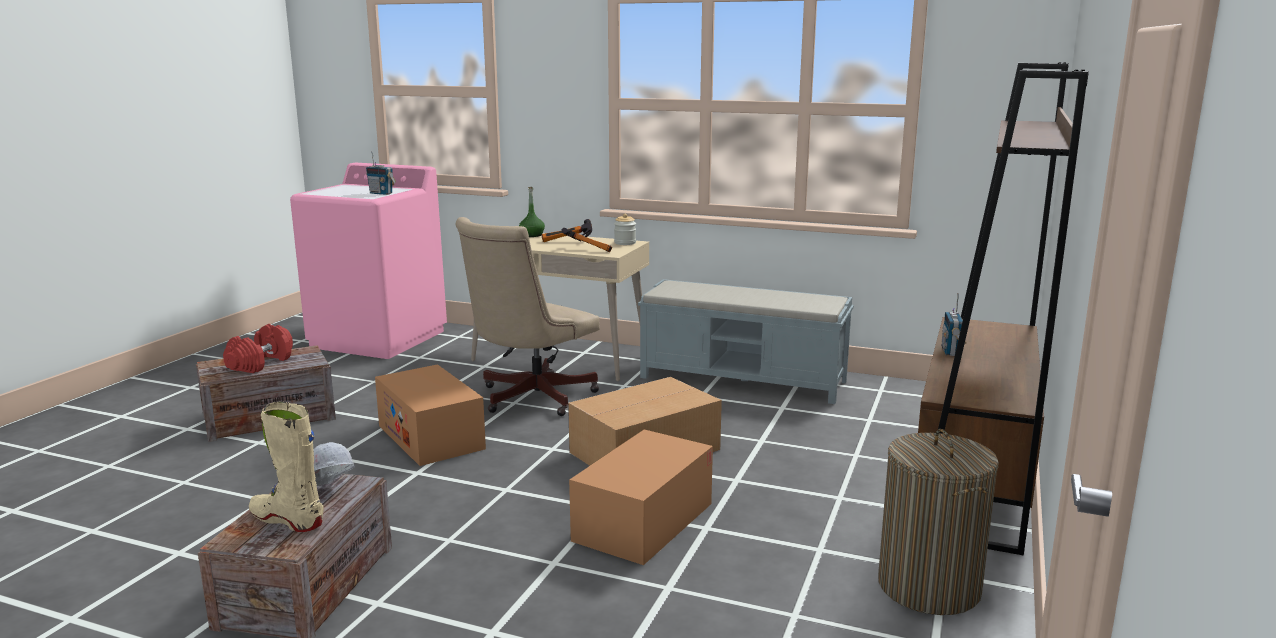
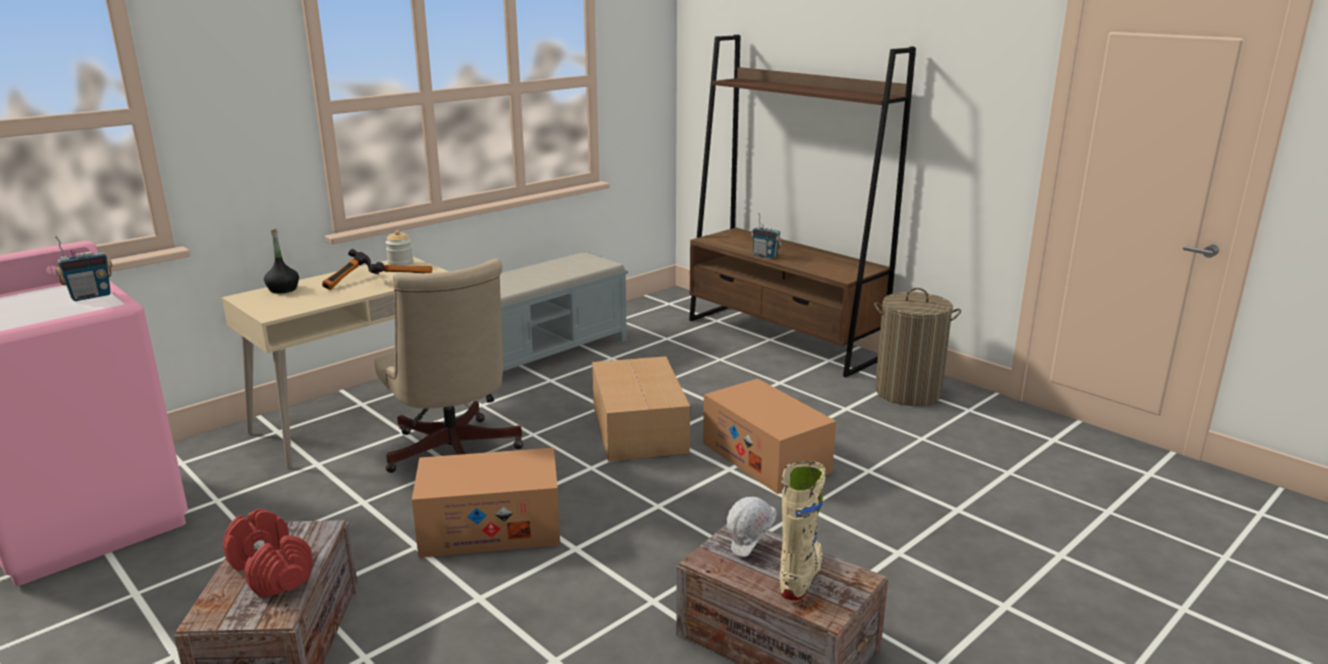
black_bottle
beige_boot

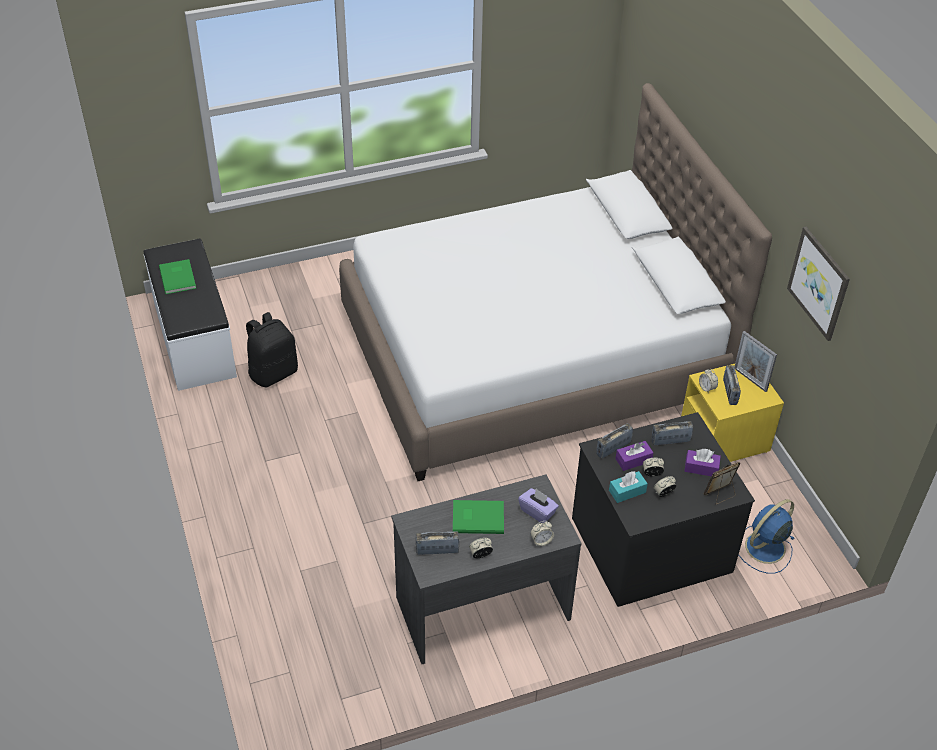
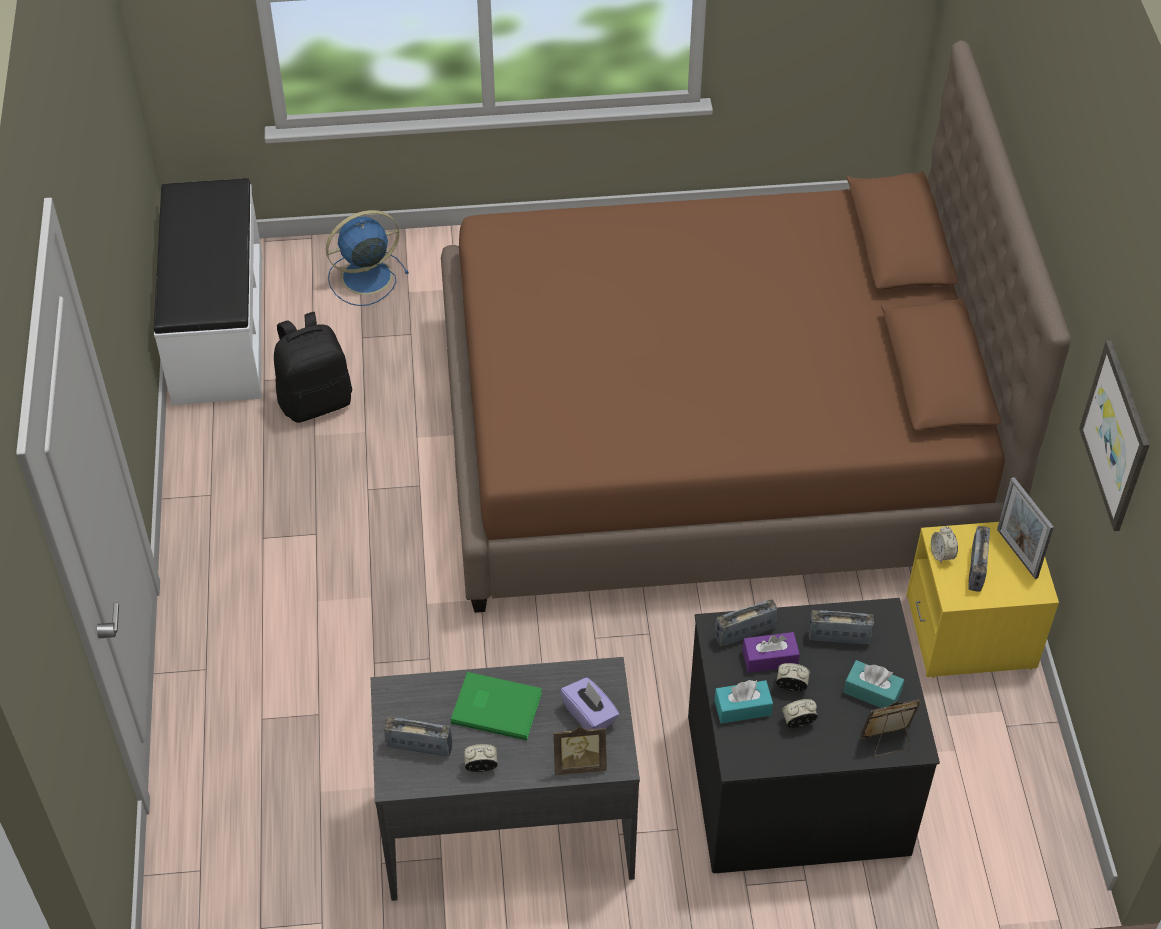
brown_bed
green_book (no. 1 from left in the first image)
turquoise_tissue_box (no. 2 from left)
blue_fan
picture_frame (no. 1 from left)

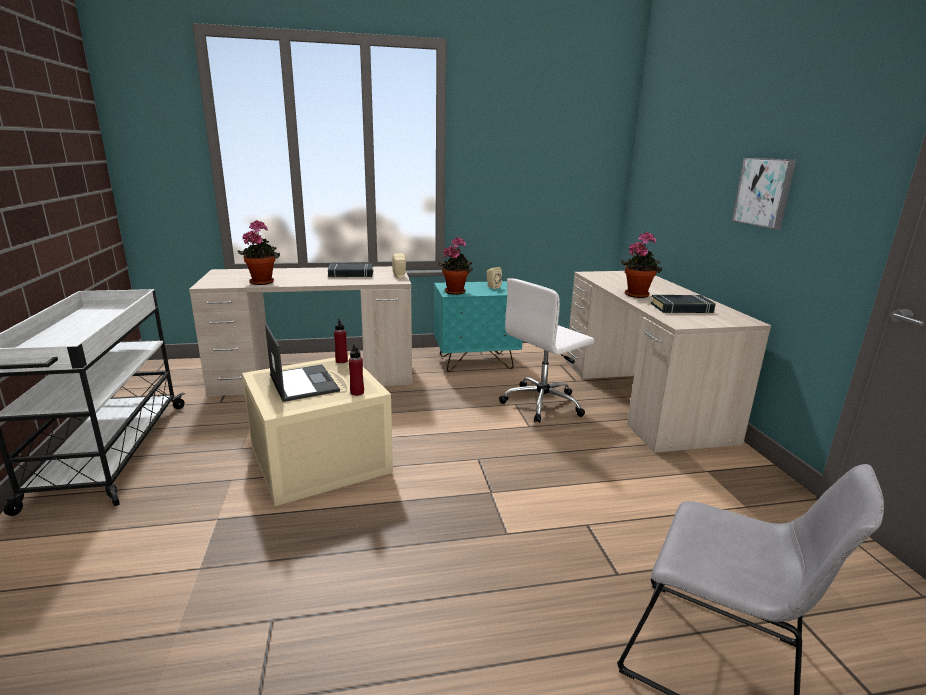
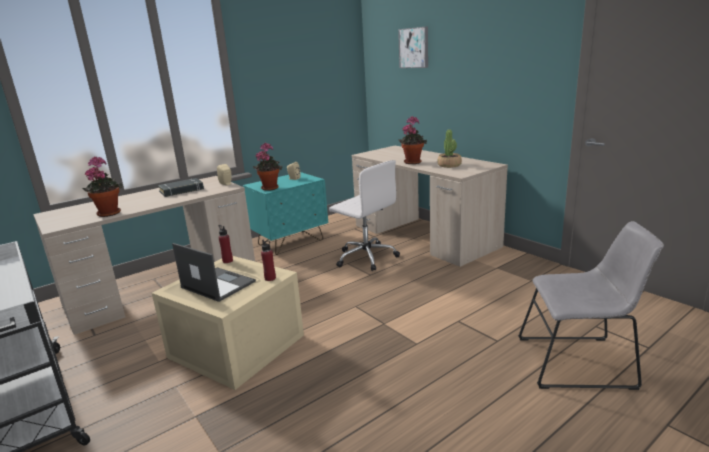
picture
white_office_chair
potted_plant (no. 4 from left)

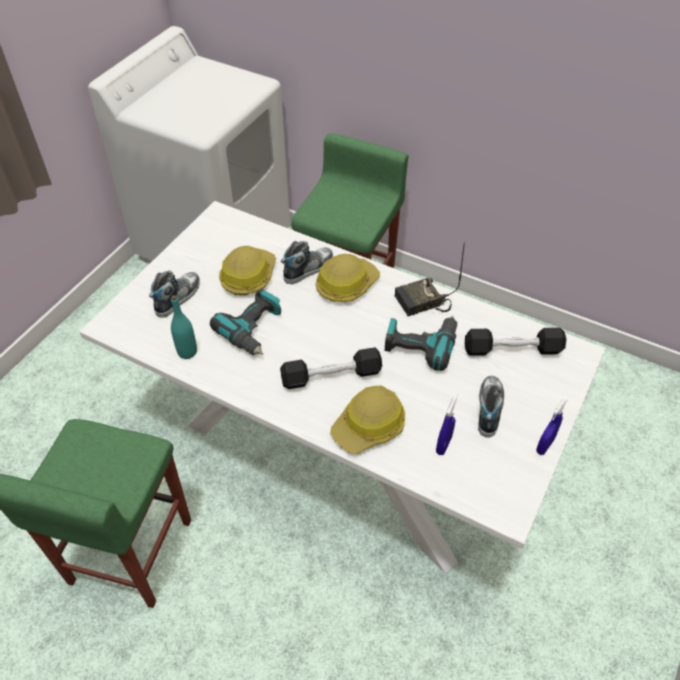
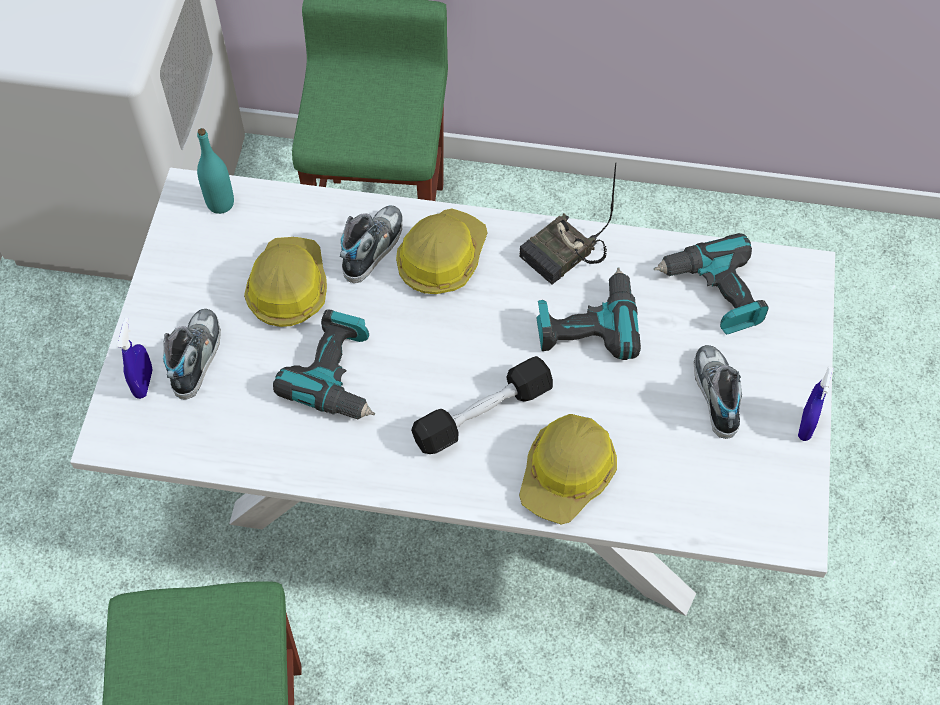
turquoise_bottle
power_drill (no. 3 from left)
blue_spray_bottle (no. 1 from left)

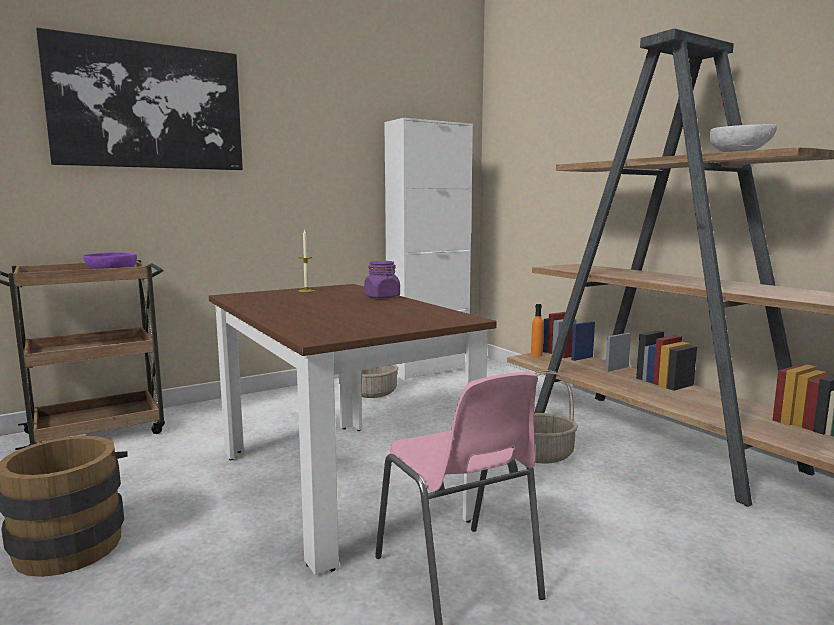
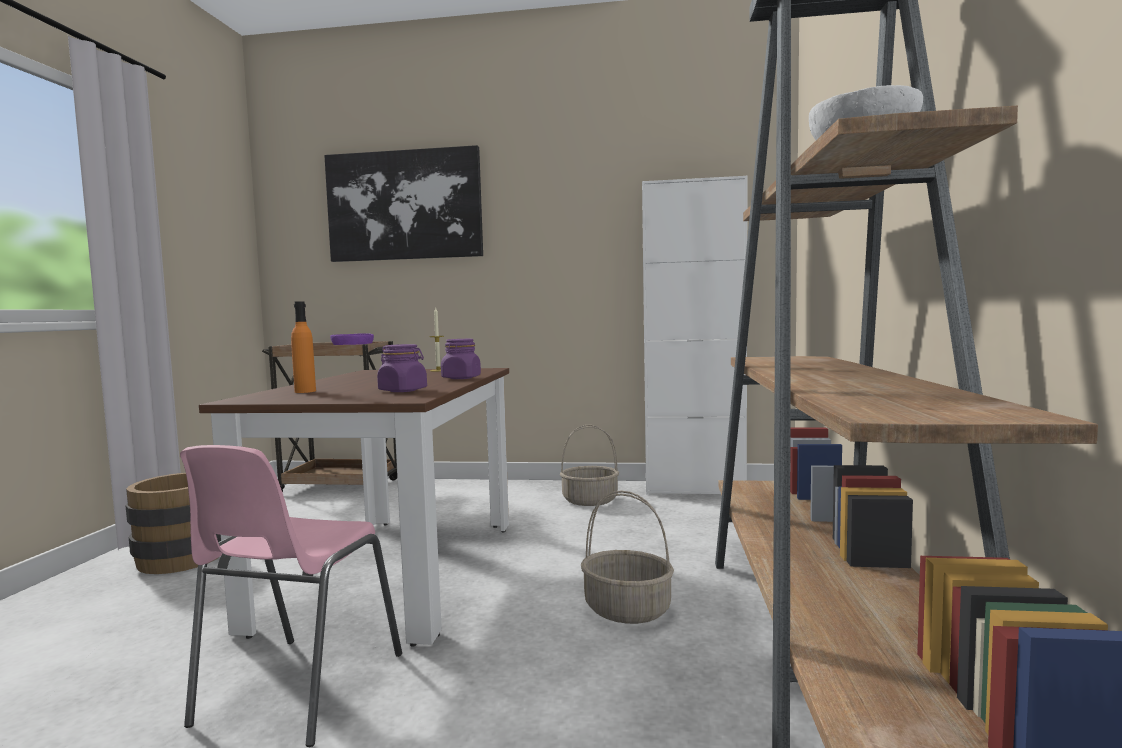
orange_bottle
purple_jar (no. 1 from left)

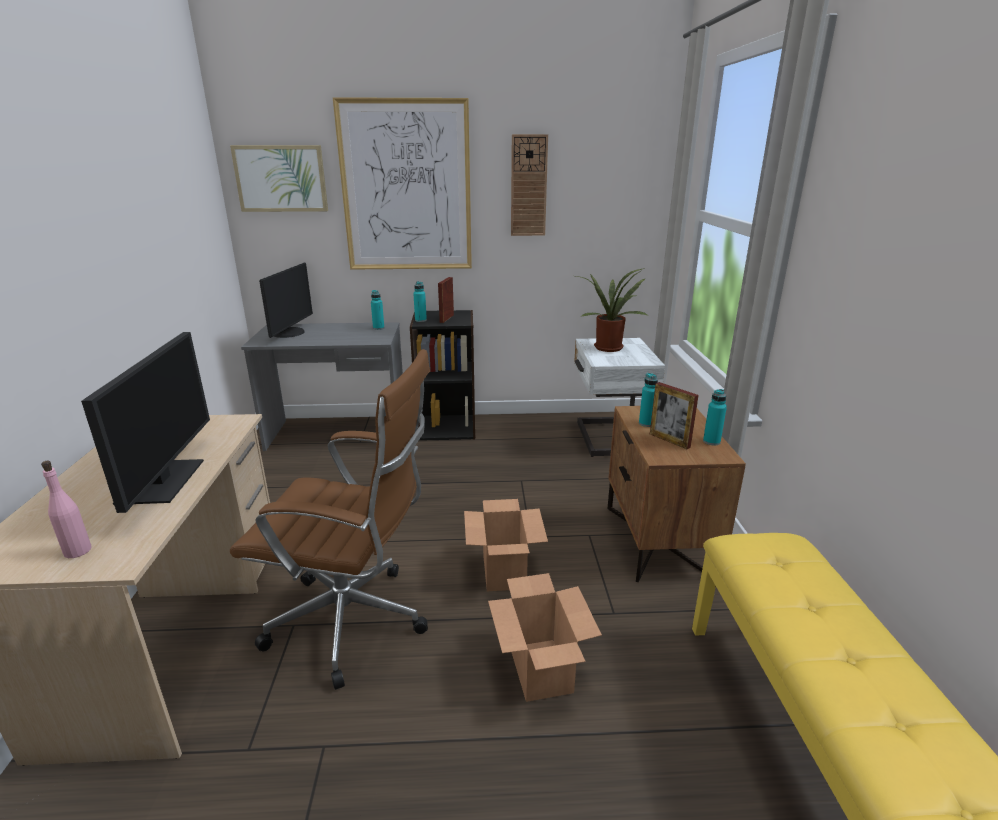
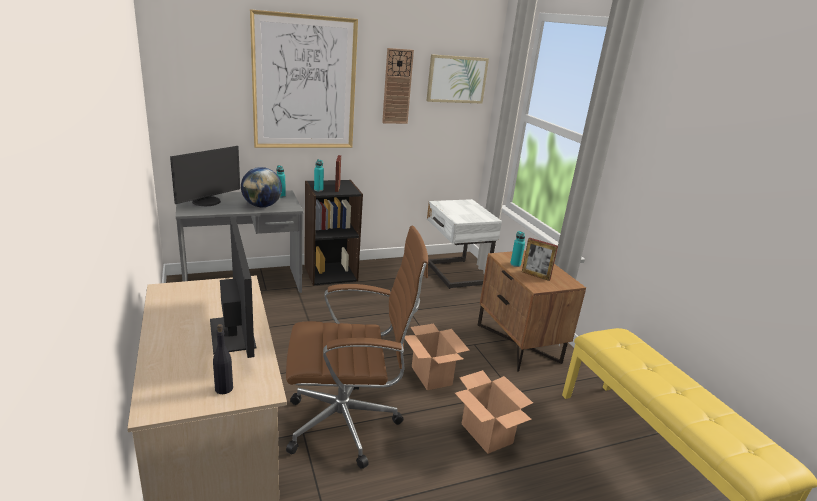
picture (no. 2 from left)
monitor (no. 1 from left)
potted_plant
turquoise_bottle (no. 4 from left in the first image)
black_bottle
globe

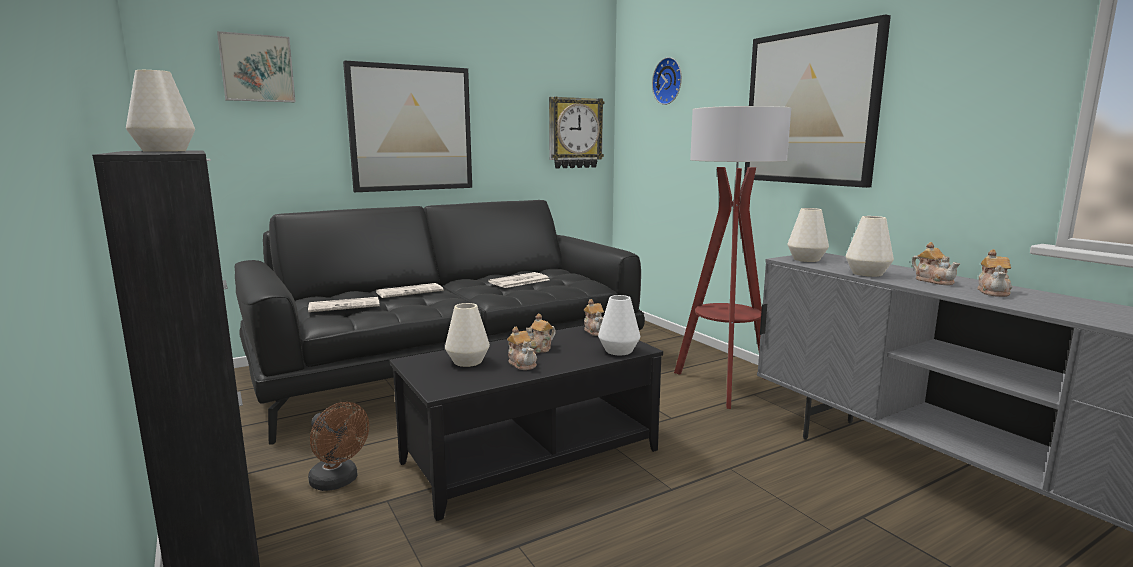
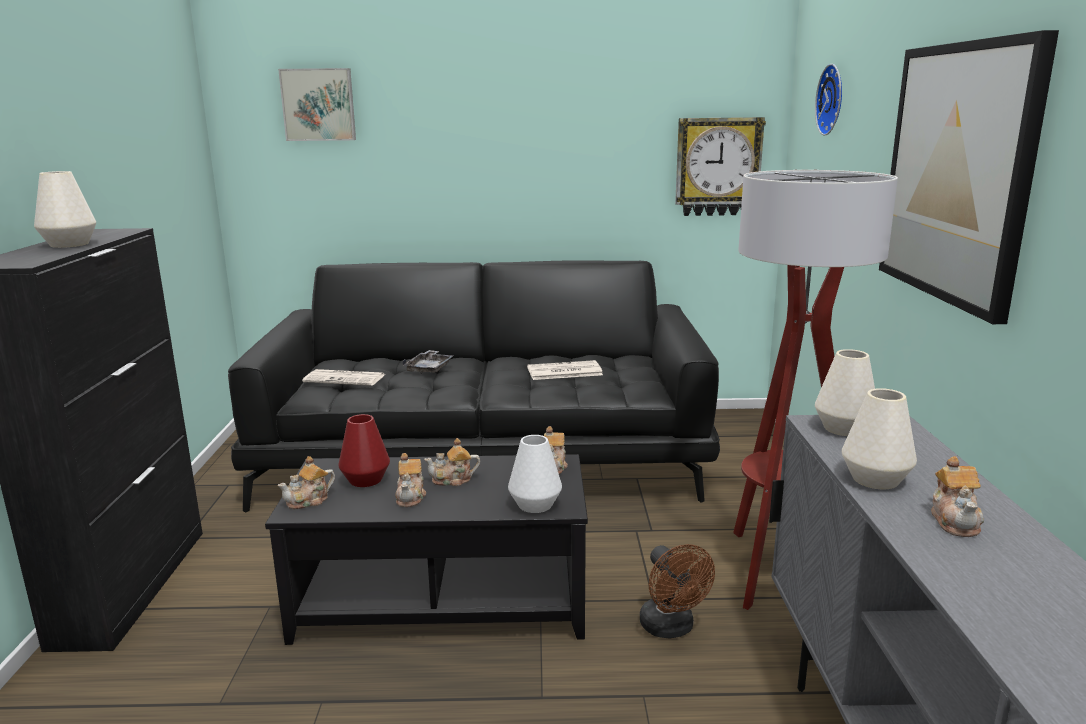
picture (no. 2 from left in the first image)
teapot (no. 1 from left)
grey_tray
red_vase
brown_fan

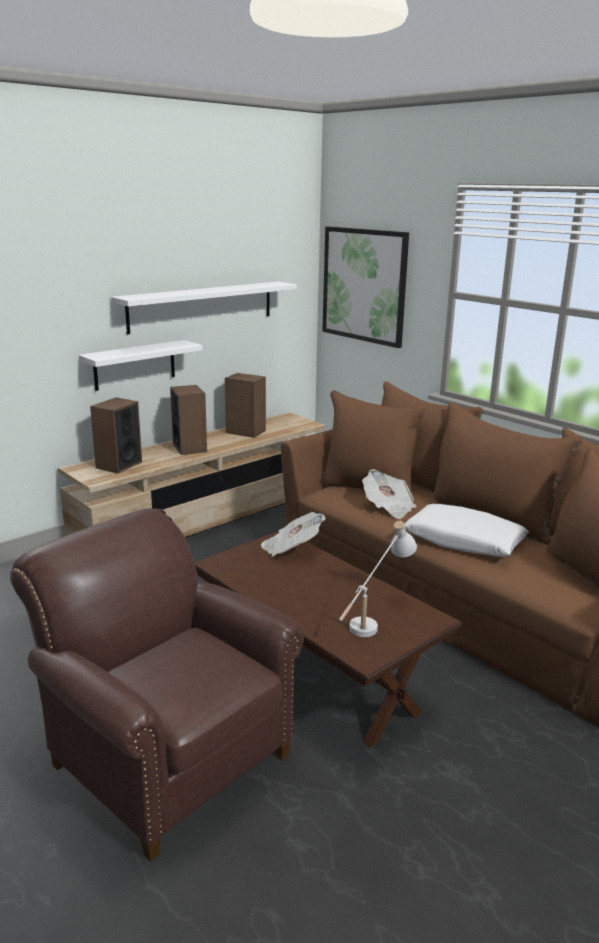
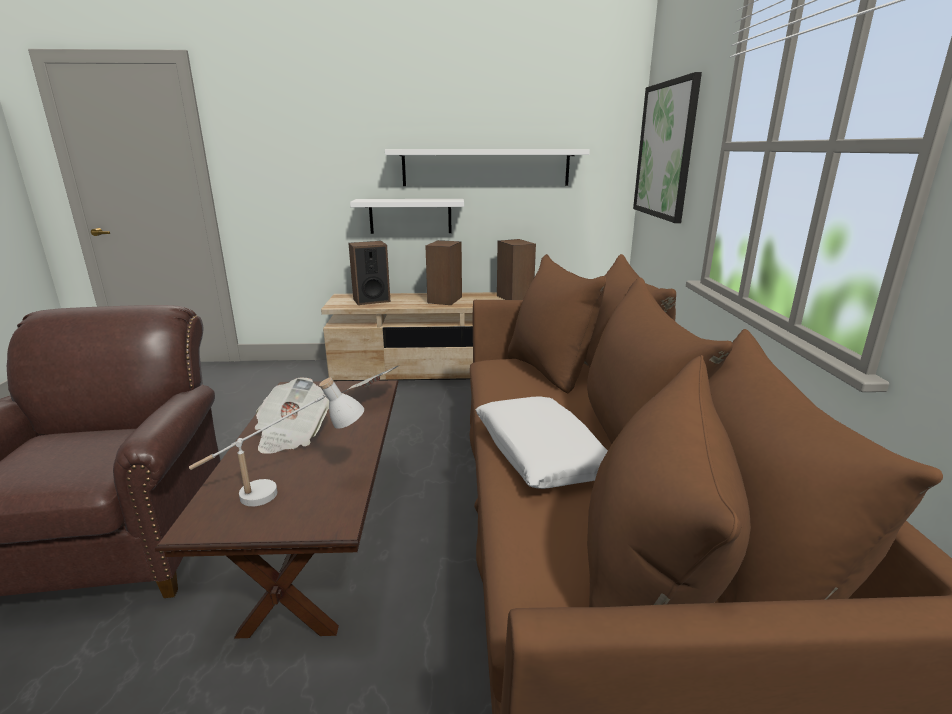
newspaper (no. 1 from left)

